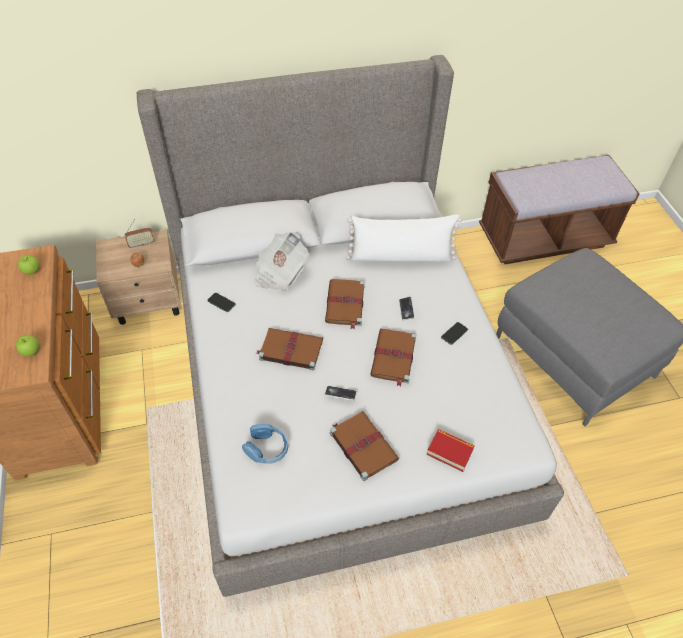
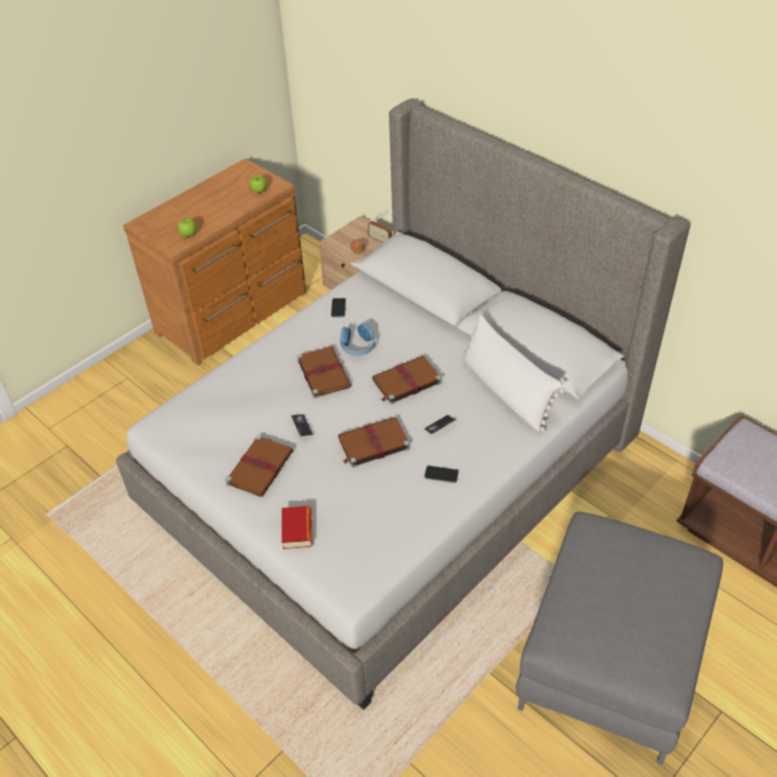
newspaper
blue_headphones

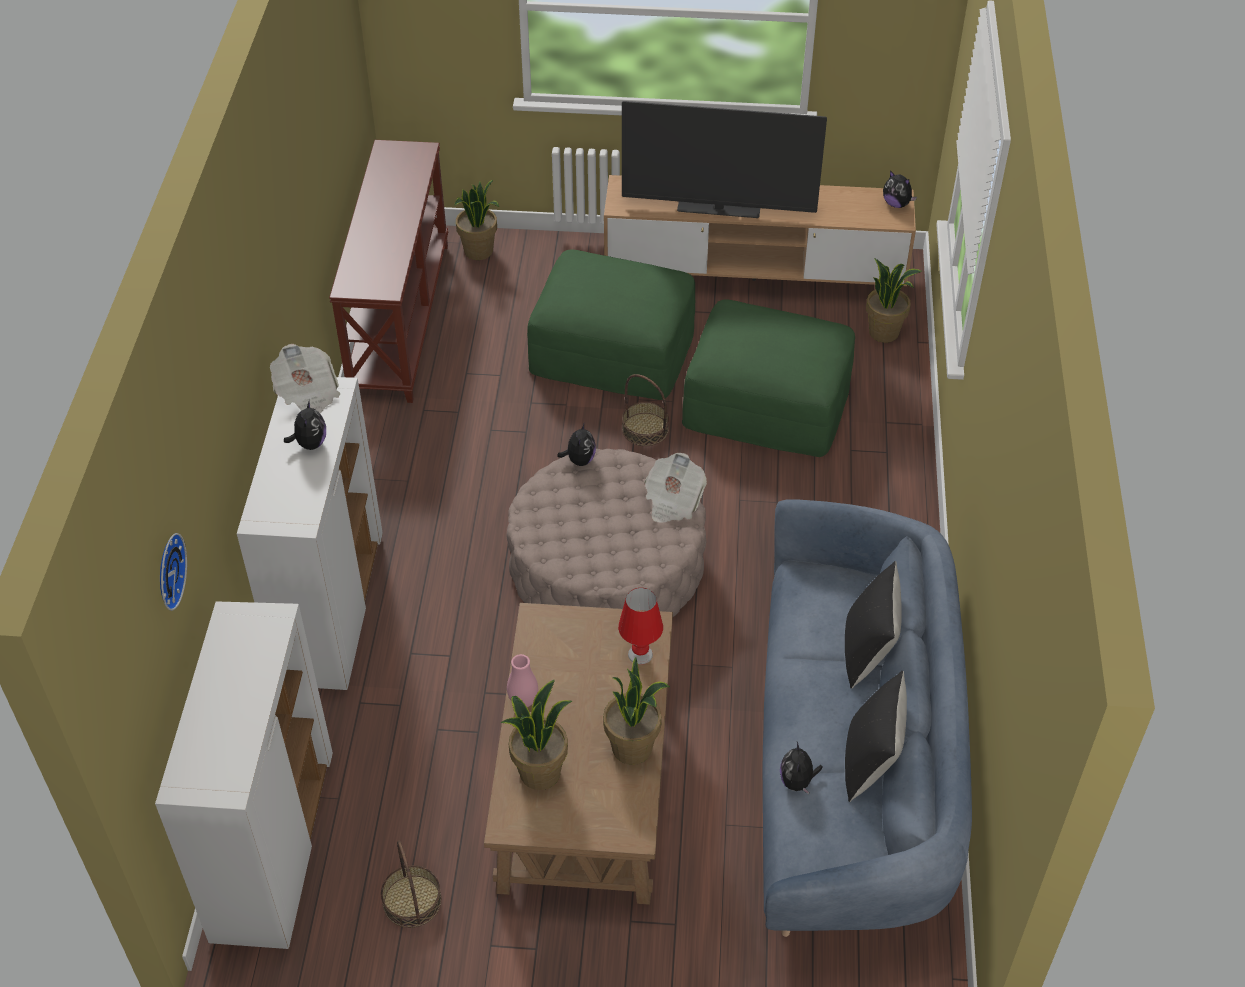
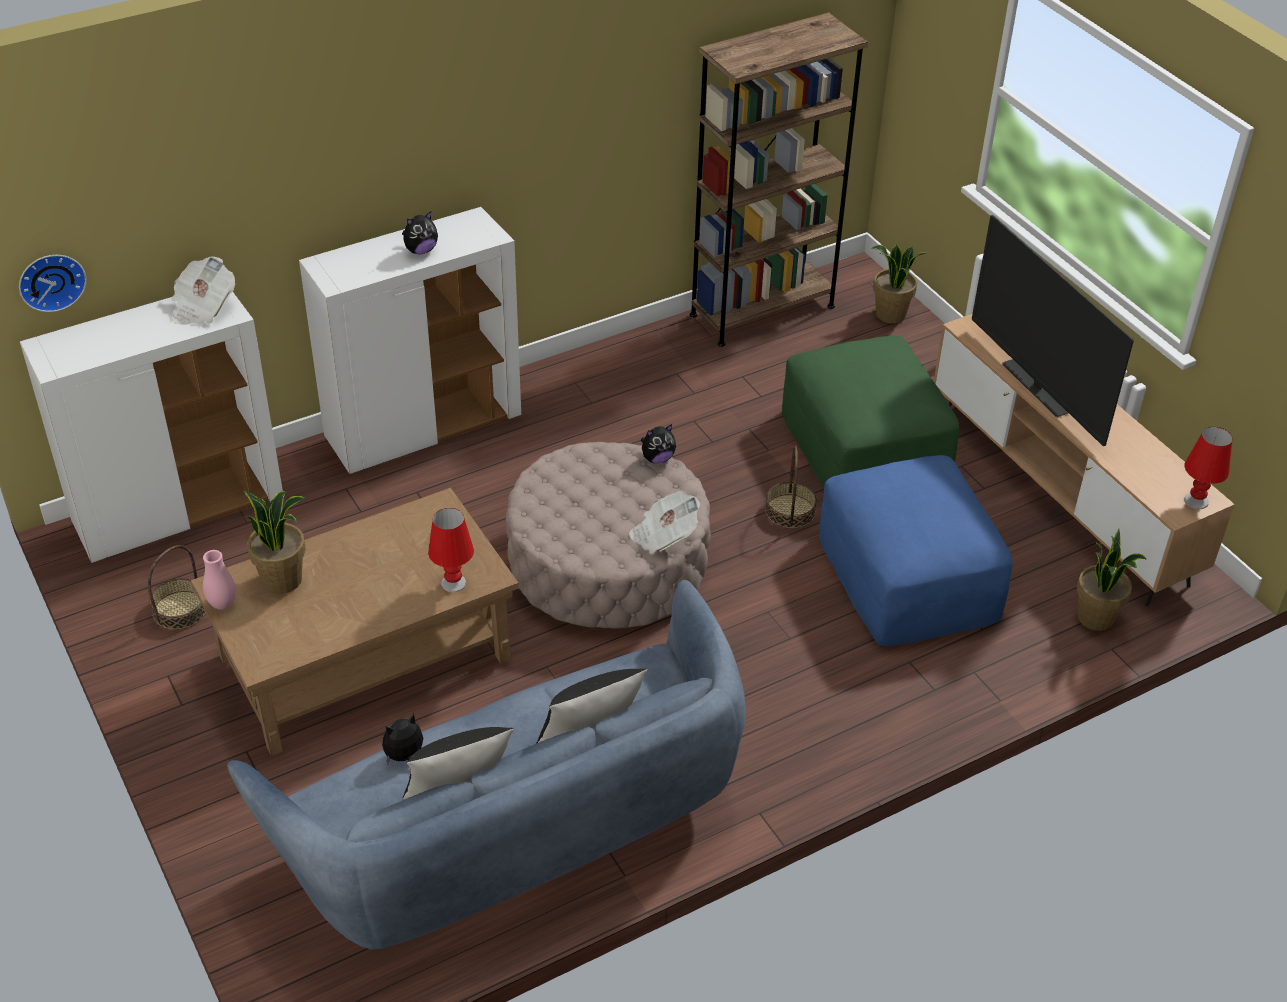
brown_bookcase
red_table_lamp (no. 2 from left)
blue_ottoman
newspaper (no. 1 from left)
wall_clock
pink_vase
potted_plant (no. 3 from left in the first image)

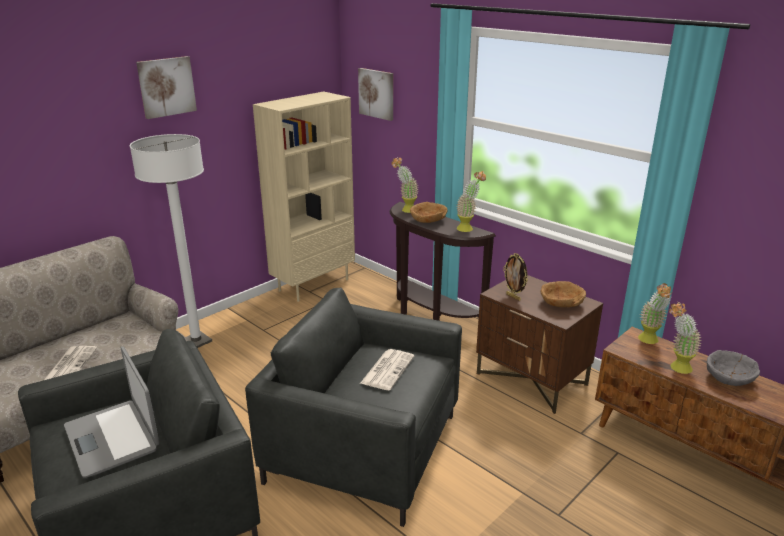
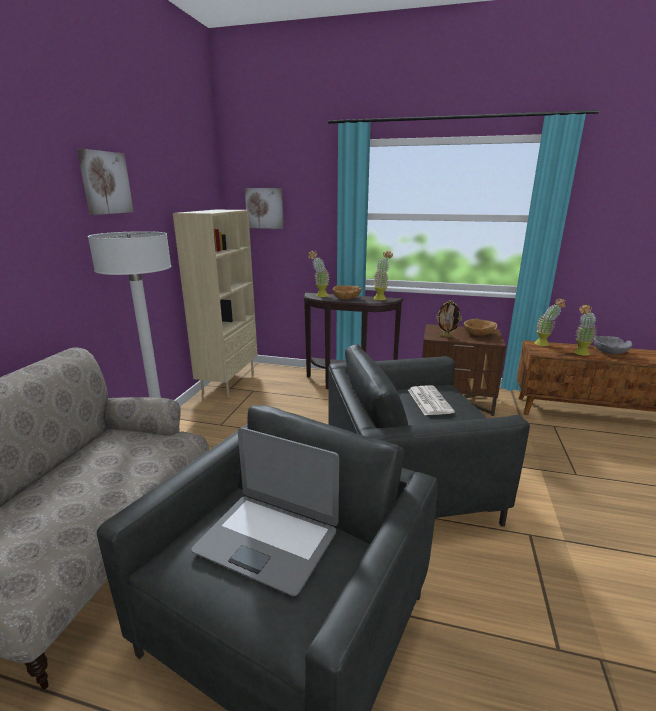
newspaper (no. 1 from left in the first image)

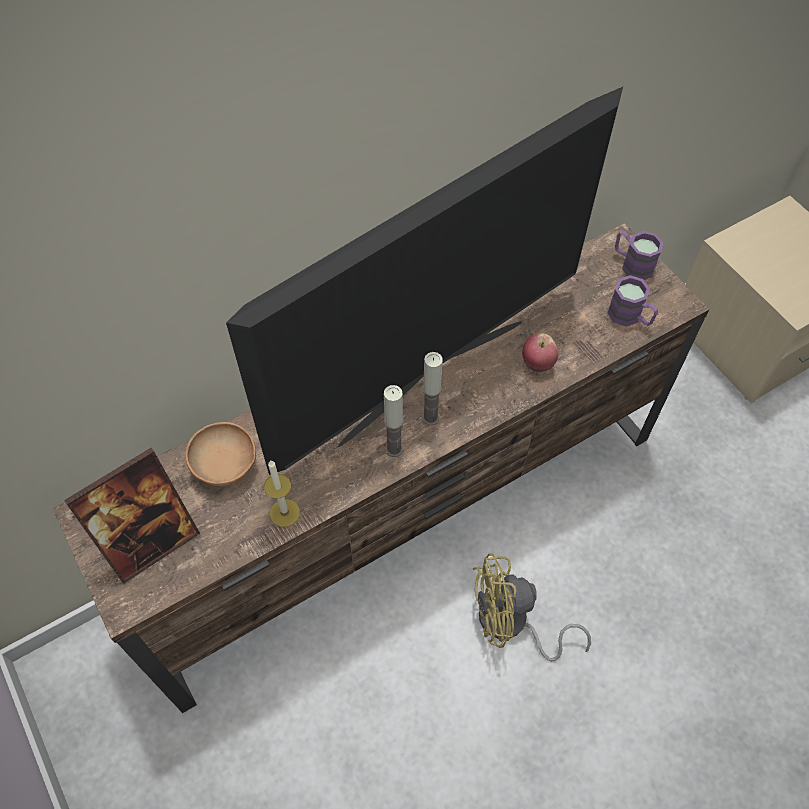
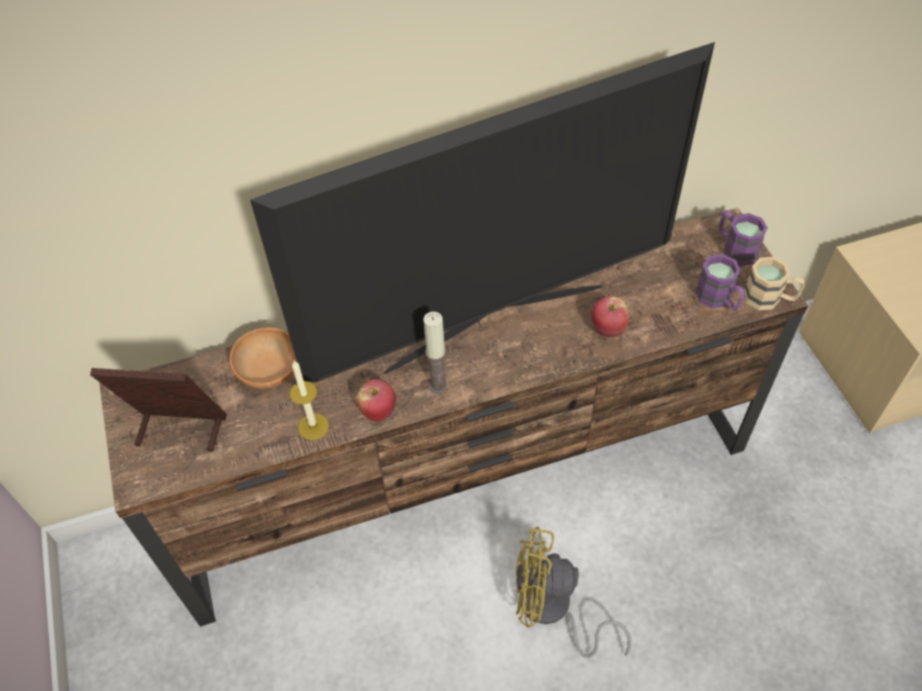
candle (no. 3 from left in the first image)
picture_frame
beige_mug
apple (no. 1 from left)

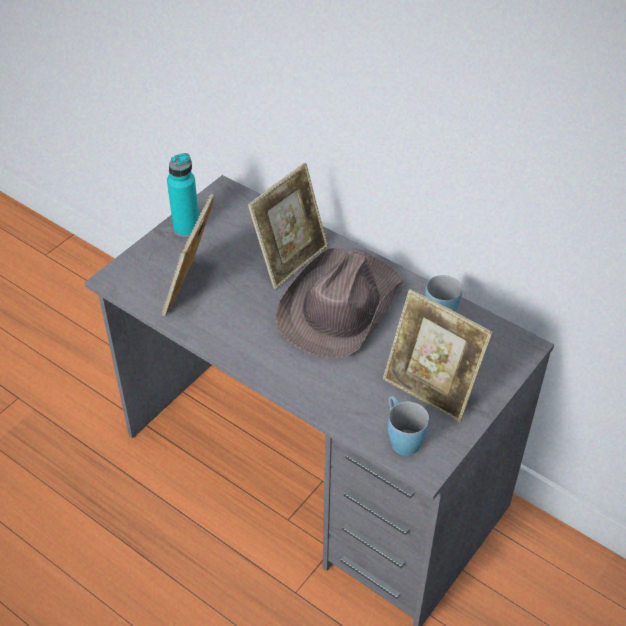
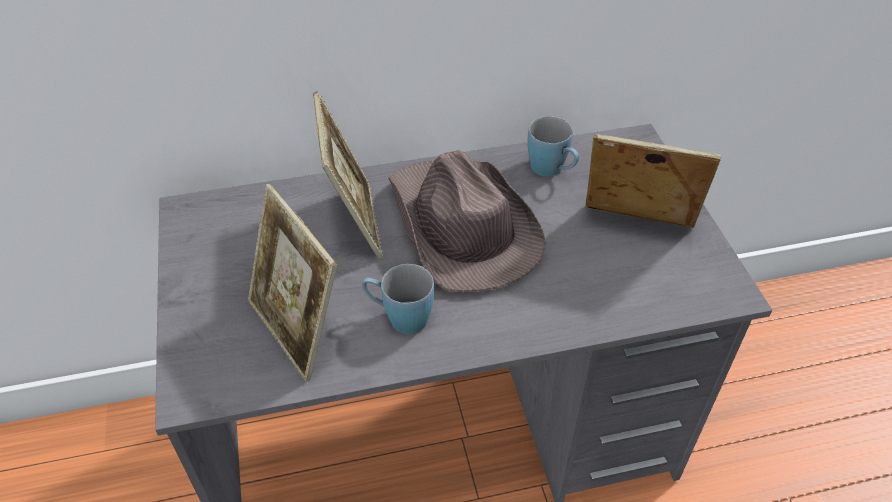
turquoise_bottle
picture_frame (no. 3 from left)
blue_mug (no. 1 from left)

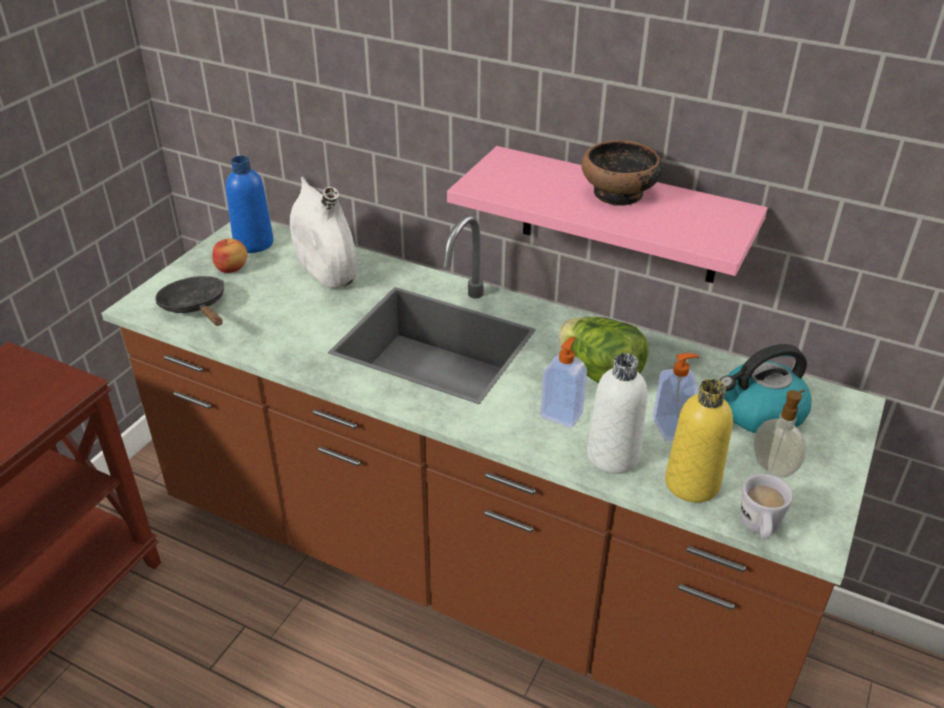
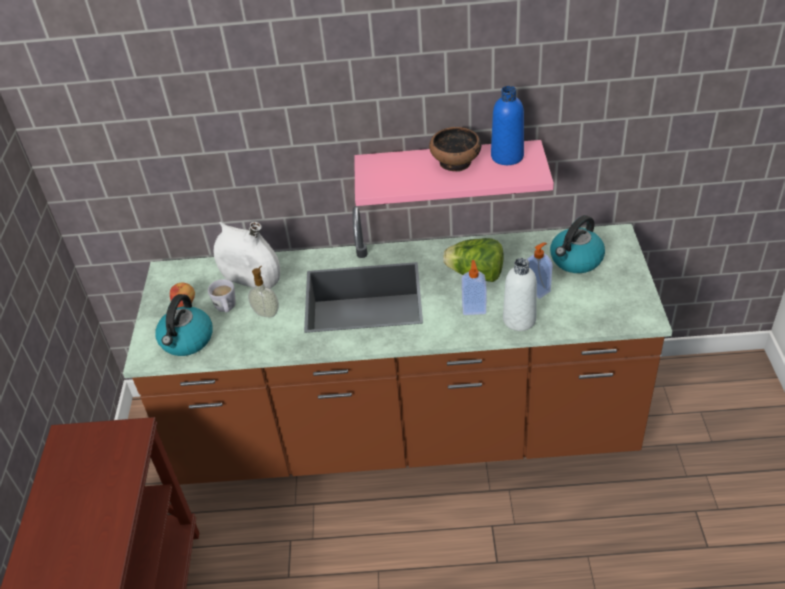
blue_bottle
kettle (no. 1 from left)
yellow_bottle
soap_dispenser (no. 1 from left)
white_mug

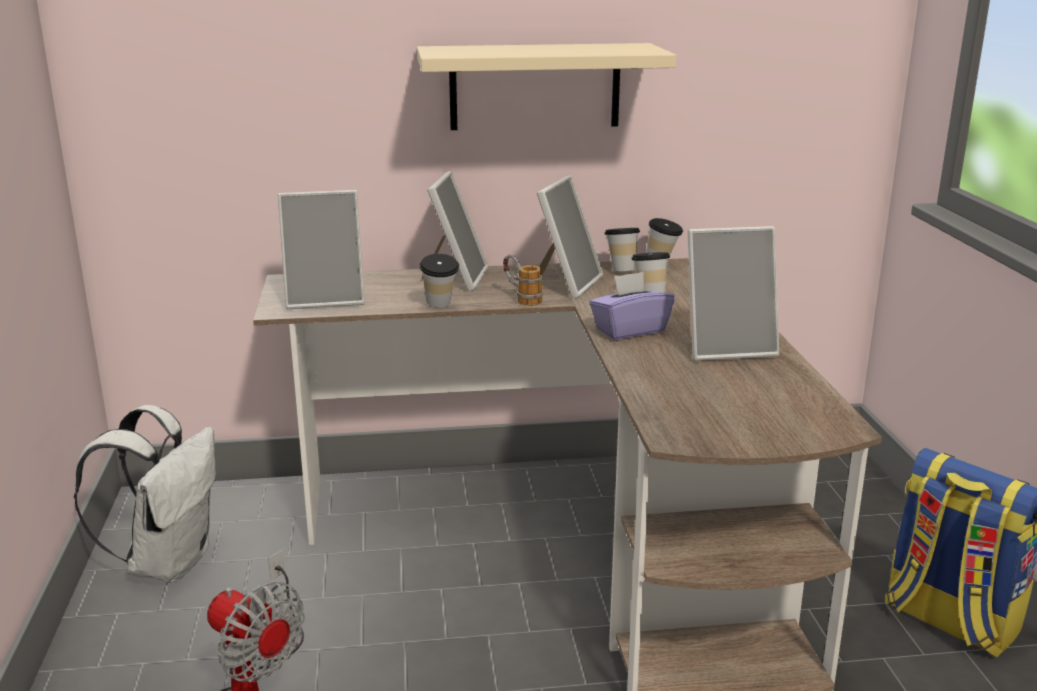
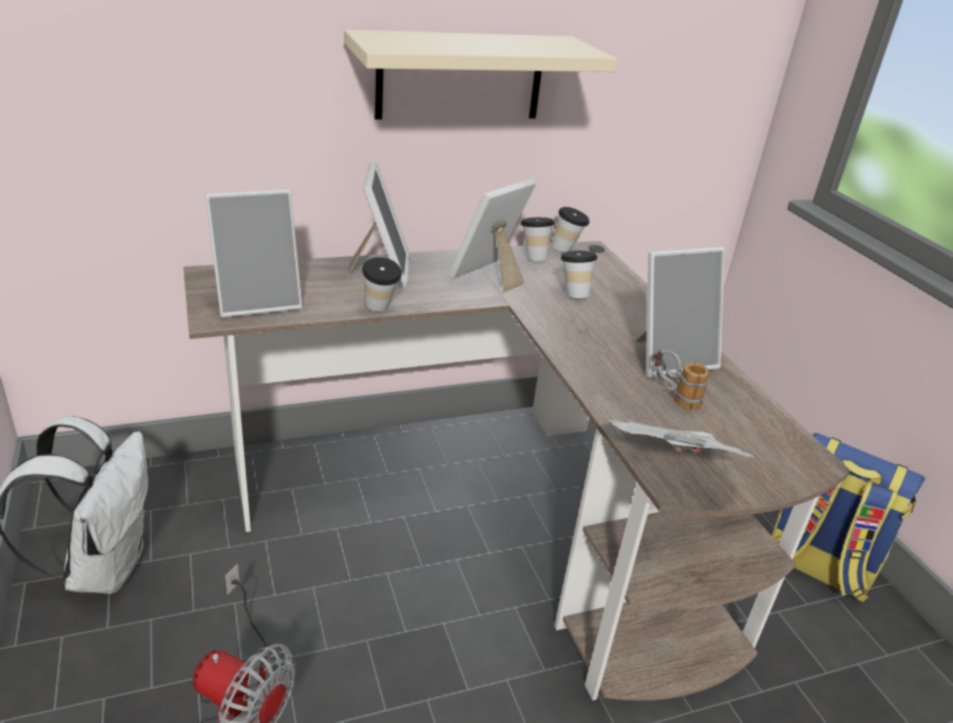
picture_frame (no. 3 from left)
mug
purple_tissue_box
newspaper

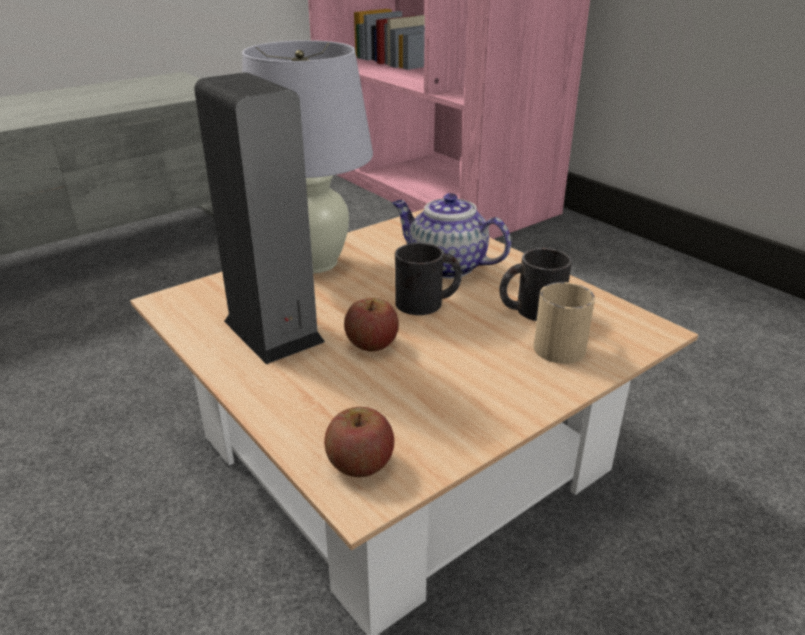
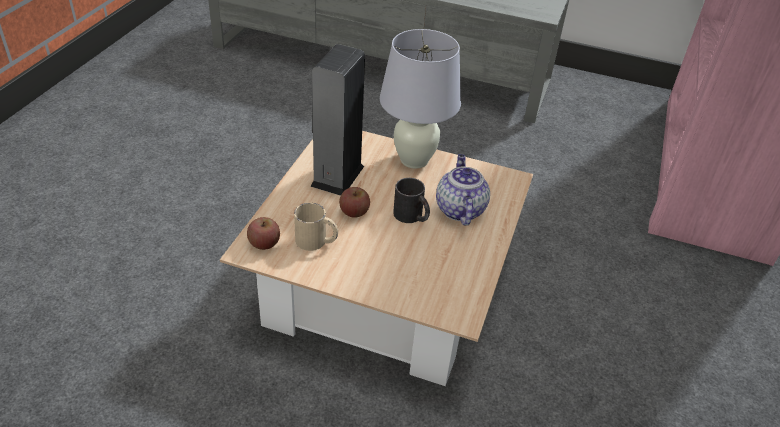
black_mug (no. 2 from left in the first image)
beige_mug

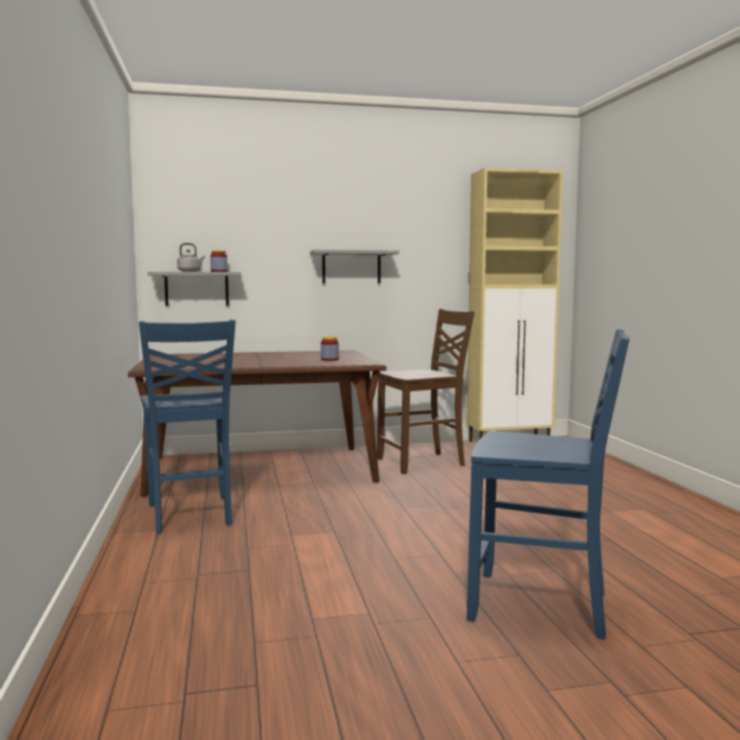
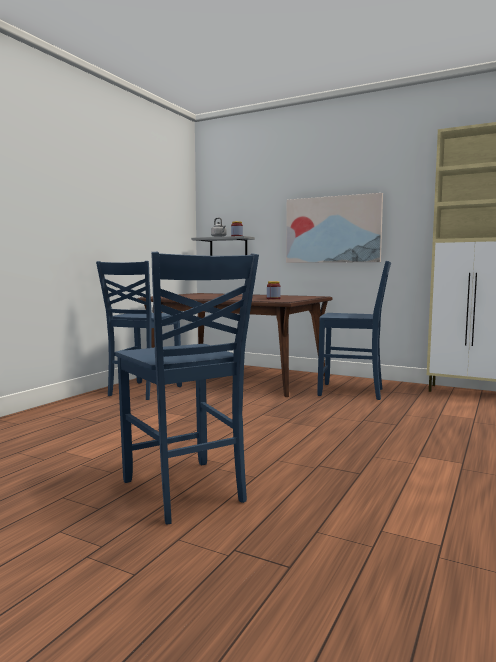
picture
blue_chair (no. 3 from left)

